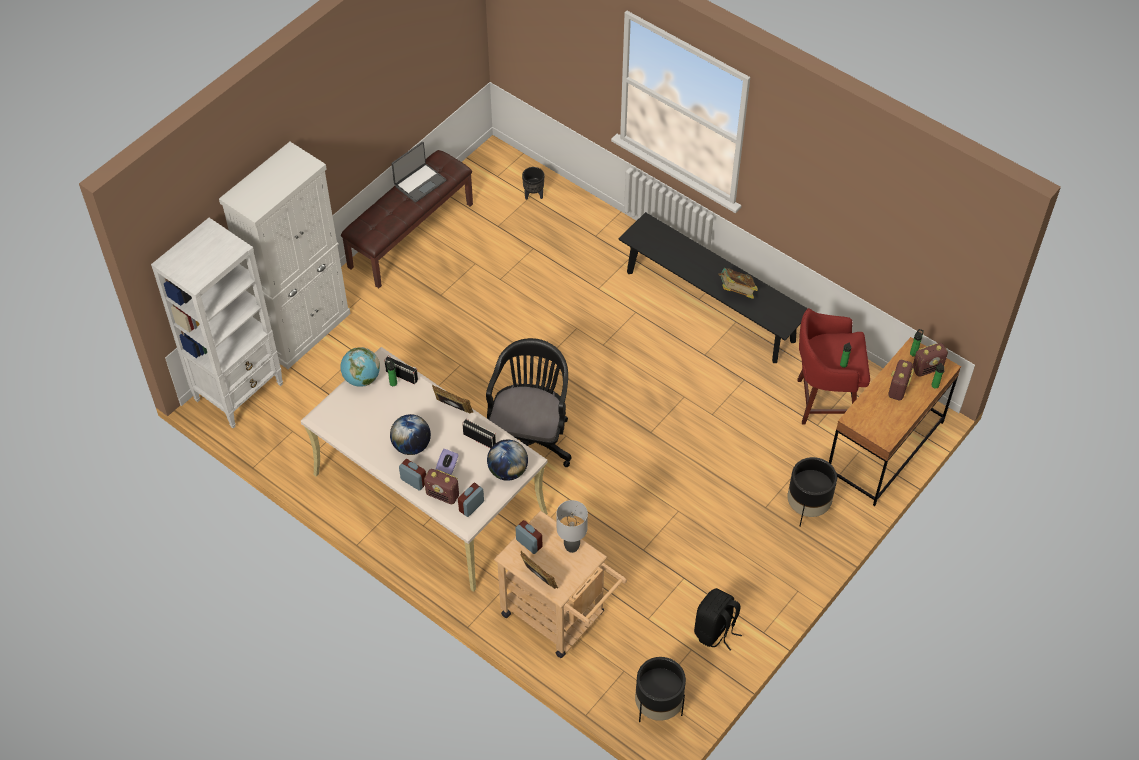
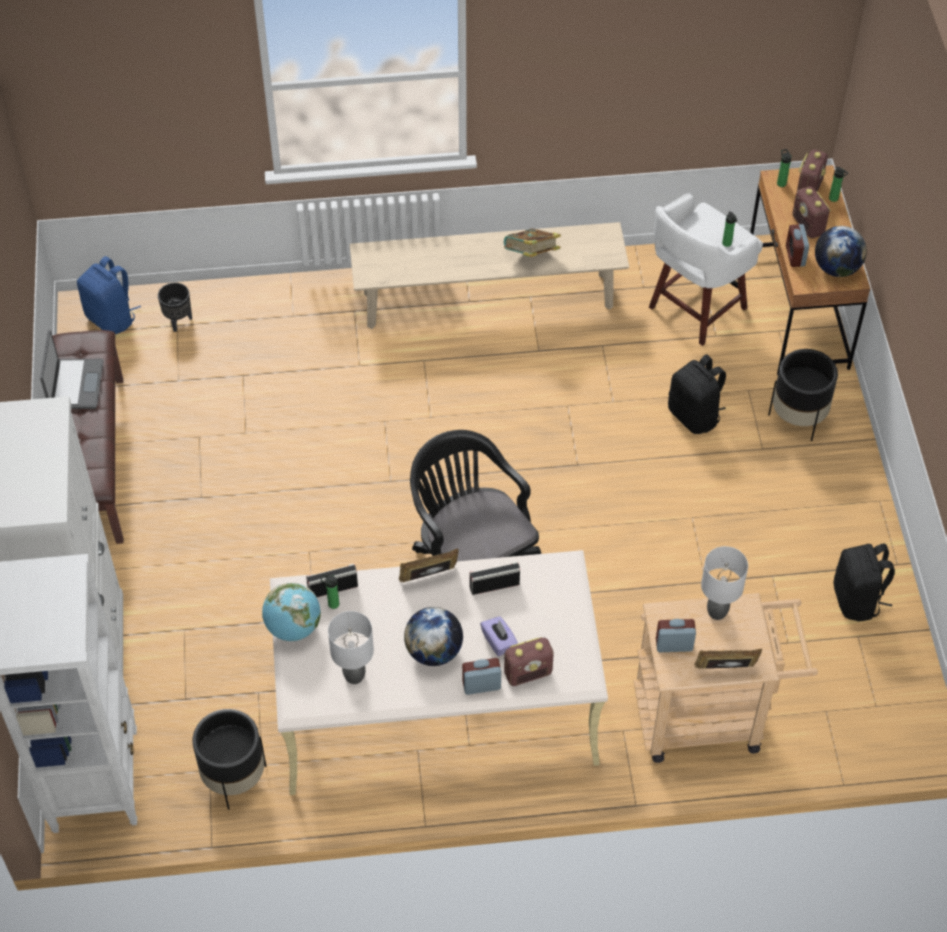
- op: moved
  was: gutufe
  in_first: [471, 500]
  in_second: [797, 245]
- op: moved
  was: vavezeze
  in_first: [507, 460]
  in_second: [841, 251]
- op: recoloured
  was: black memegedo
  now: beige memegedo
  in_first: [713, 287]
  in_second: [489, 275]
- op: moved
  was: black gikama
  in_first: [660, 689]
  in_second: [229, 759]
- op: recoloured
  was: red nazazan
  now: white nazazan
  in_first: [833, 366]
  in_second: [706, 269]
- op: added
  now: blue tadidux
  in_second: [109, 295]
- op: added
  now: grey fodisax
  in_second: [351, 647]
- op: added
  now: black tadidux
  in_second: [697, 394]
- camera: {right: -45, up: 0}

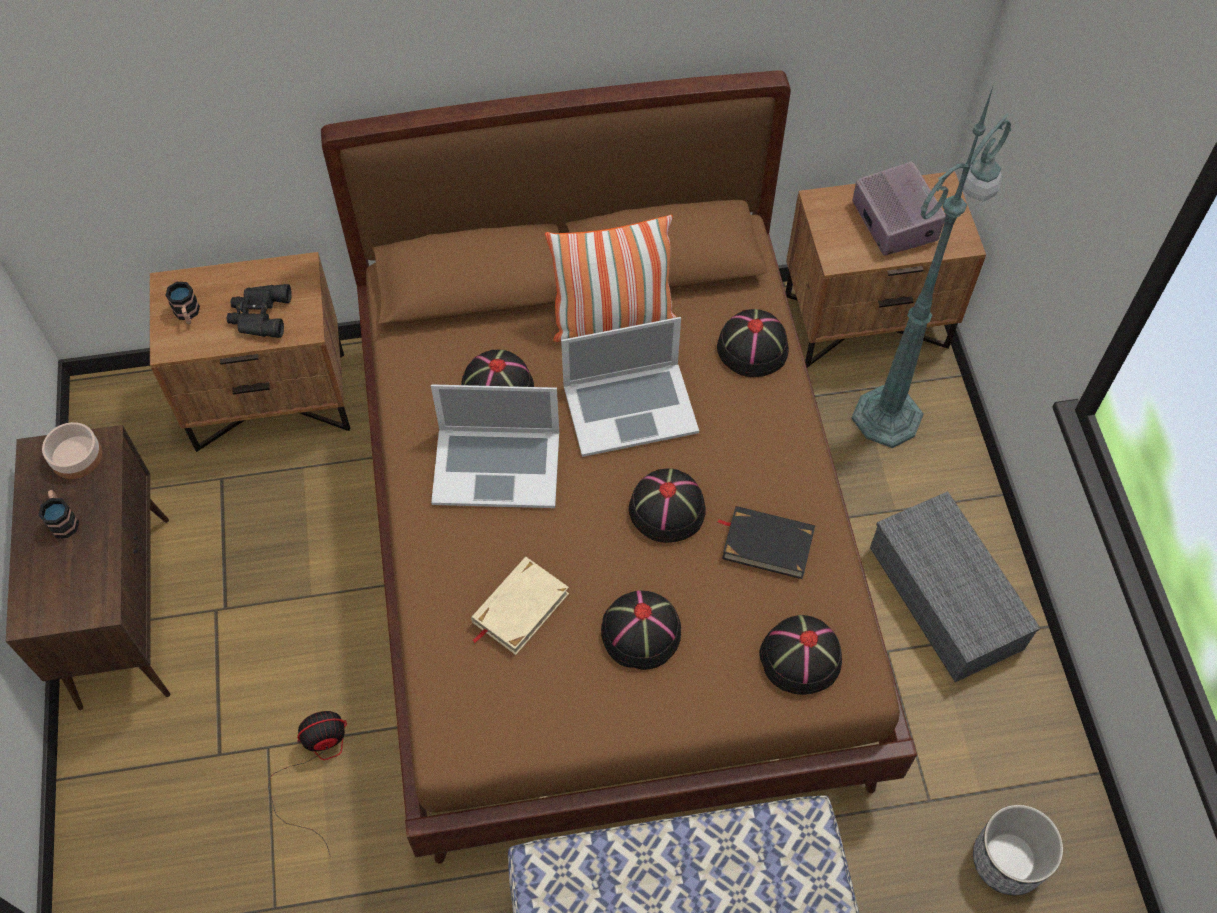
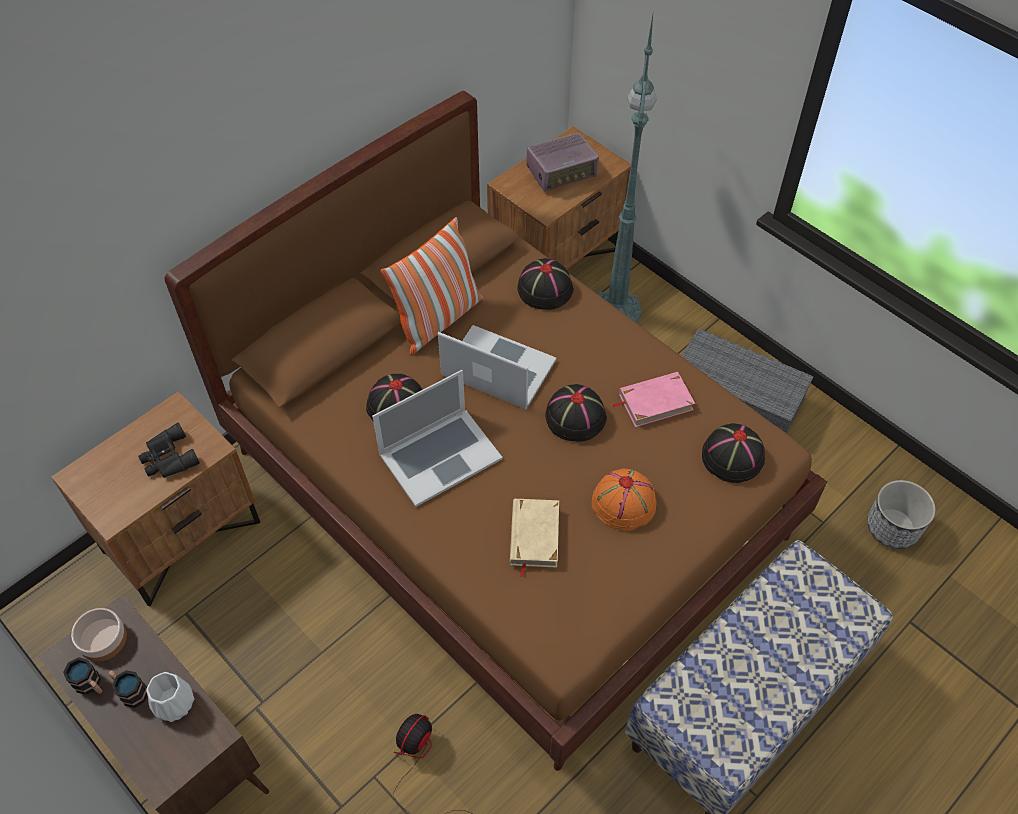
- op: moved
  was: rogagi
  in_first: [182, 303]
  in_second: [82, 676]
- op: turned
  was: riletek
  in_first: [630, 387]
  in_second: [497, 367]
  clockwise: -105
- op: recoloured
  was: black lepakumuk
  now: orange lepakumuk
  in_first: [641, 630]
  in_second: [624, 499]
- op: recoloured
  was: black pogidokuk
  now: pink pogidokuk
  in_first: [766, 542]
  in_second: [653, 399]
- op: turned
  was: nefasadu
  in_first: [899, 209]
  in_second: [562, 162]
  clockwise: 120
- op: added
  now: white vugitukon
  in_second: [170, 697]
- camera: {right: -35, up: -5}

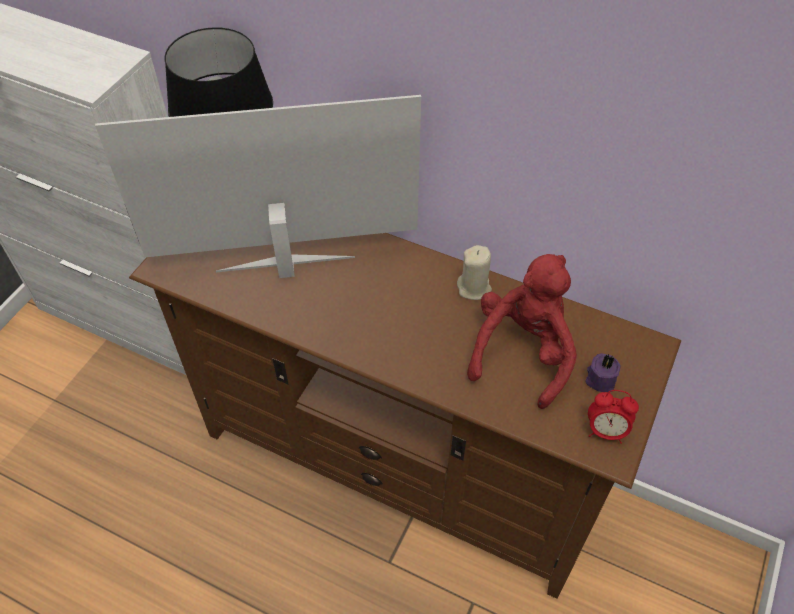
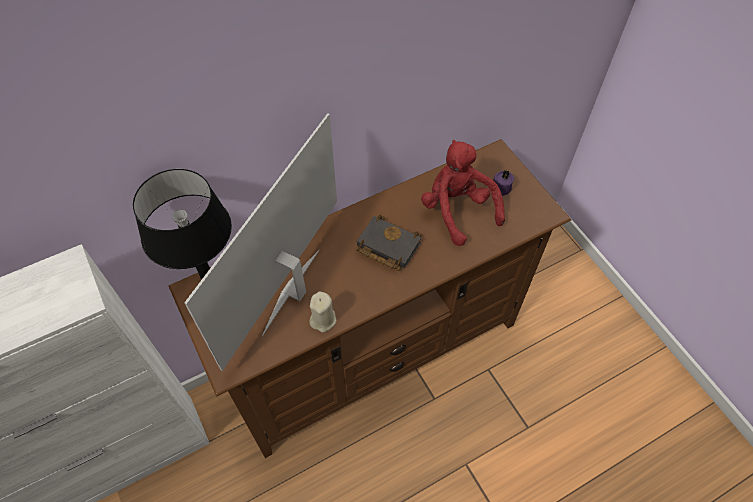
- op: moved
  was: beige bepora
  in_first: [474, 272]
  in_second: [322, 312]
- op: removed
  was: gutufe
  in_first: [613, 417]
- op: added
  now: black pogidokuk
  in_second: [389, 242]
- camera: {right: -55, up: 5}

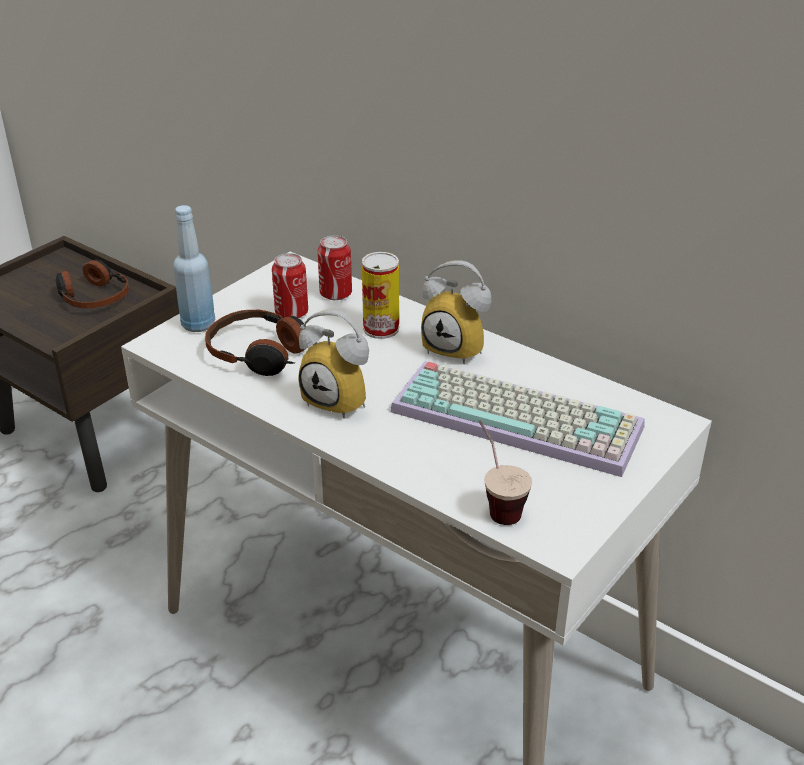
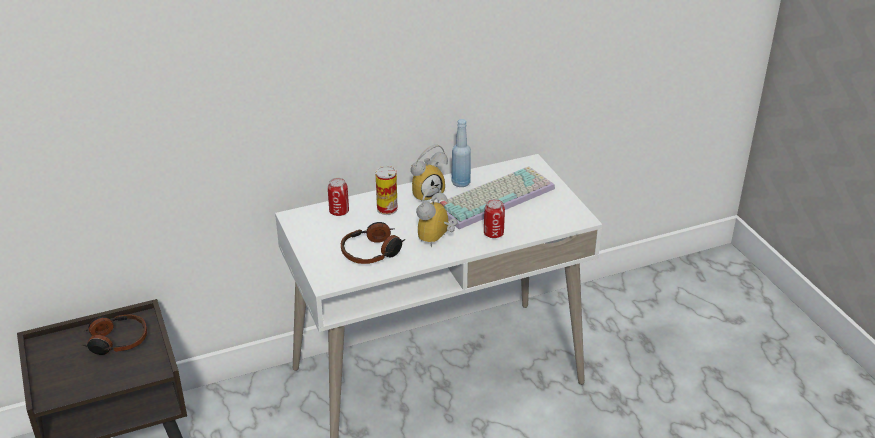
- op: moved
  was: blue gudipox
  in_first: [194, 268]
  in_second: [461, 153]
- op: moved
  was: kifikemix
  in_first: [290, 285]
  in_second: [494, 218]
- op: turned
  was: gutufe
  in_first: [333, 364]
  in_second: [437, 217]
  clockwise: 150
- op: removed
  was: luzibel
  in_first: [505, 472]
- camera: {right: -60, up: 0}

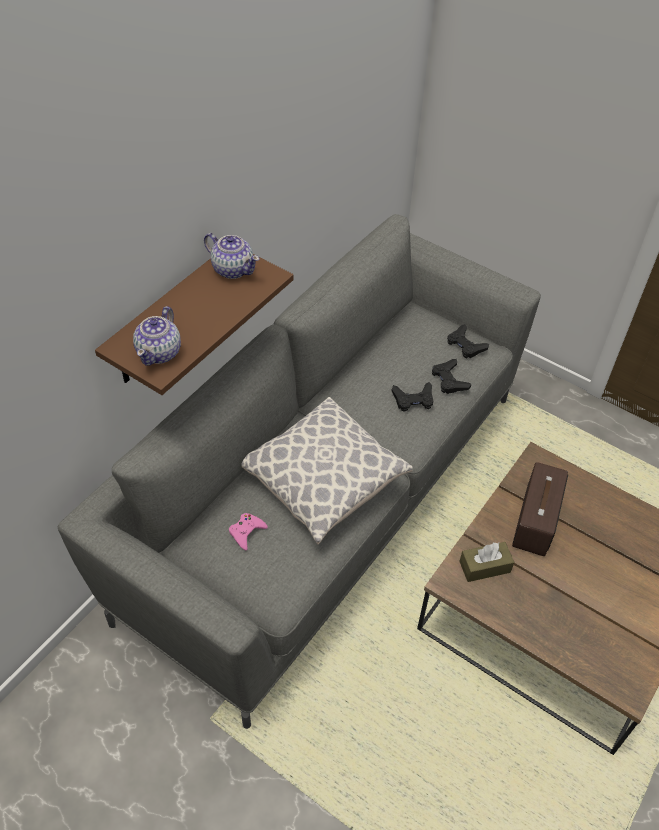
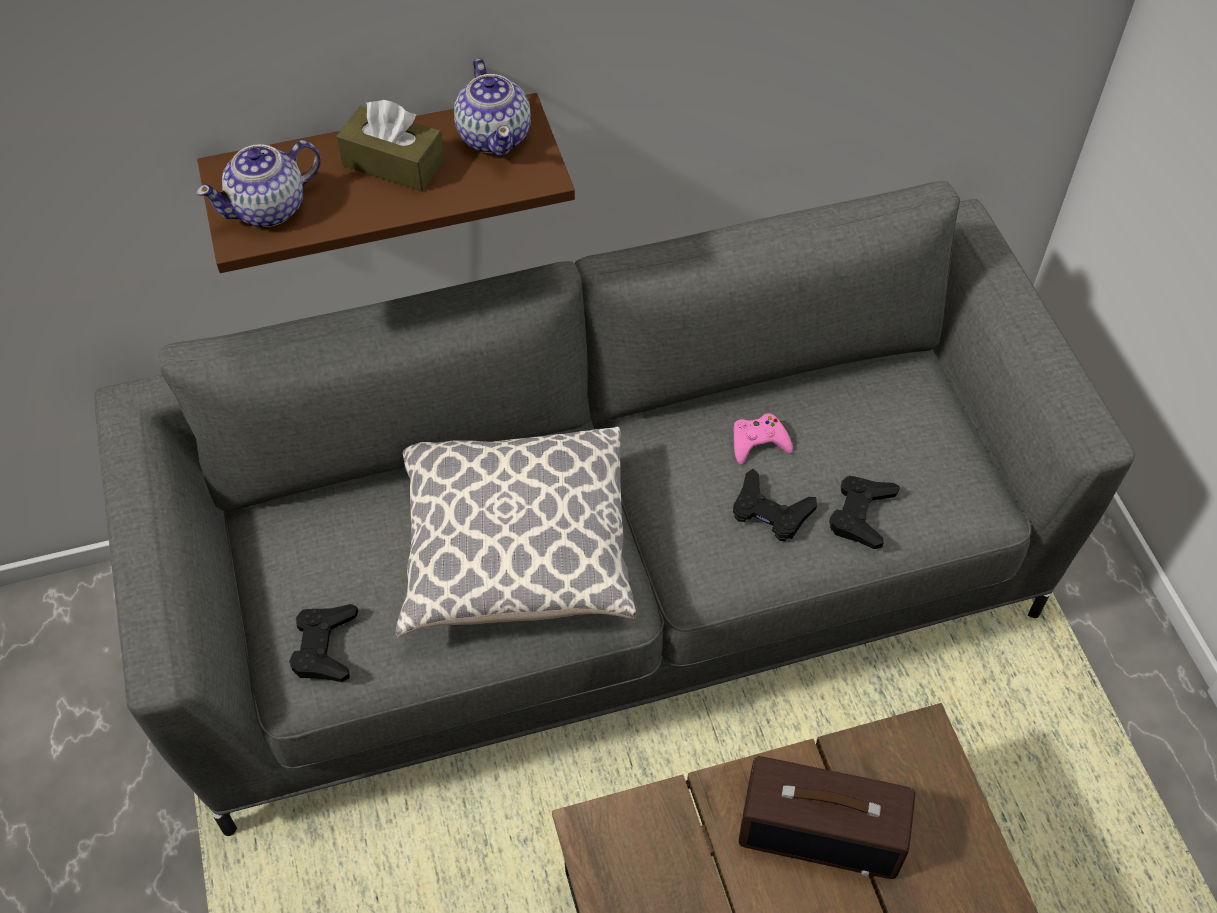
- op: moved
  was: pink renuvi
  in_first: [248, 531]
  in_second: [763, 439]
- op: moved
  was: black renuvi
  in_first: [468, 341]
  in_second: [323, 643]
- op: moved
  was: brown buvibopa
  in_first: [486, 562]
  in_second: [390, 145]
- op: turned
  was: nefasadu
  in_first: [540, 509]
  in_second: [827, 817]
  clockwise: 45
- camera: {right: 40, up: 5}

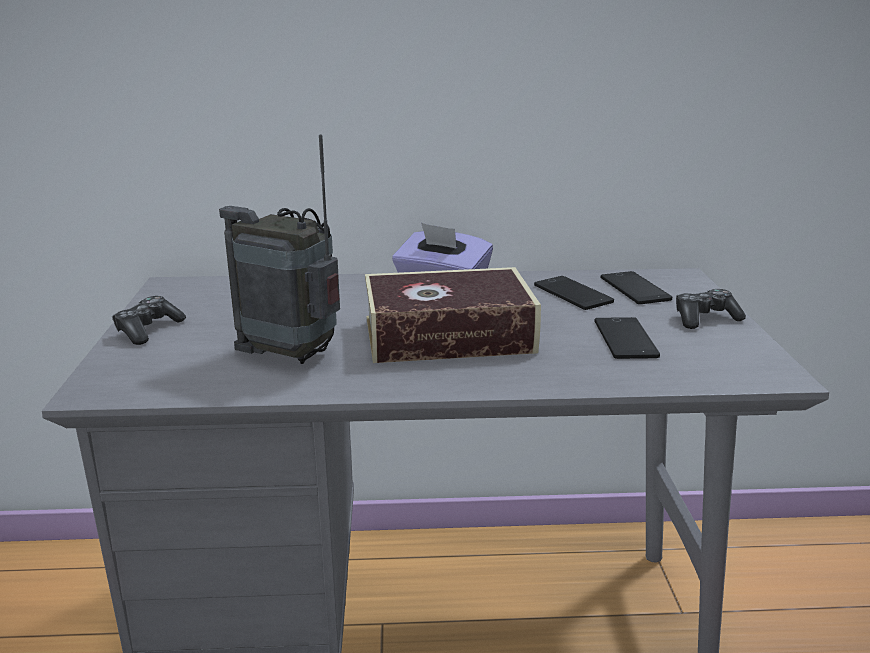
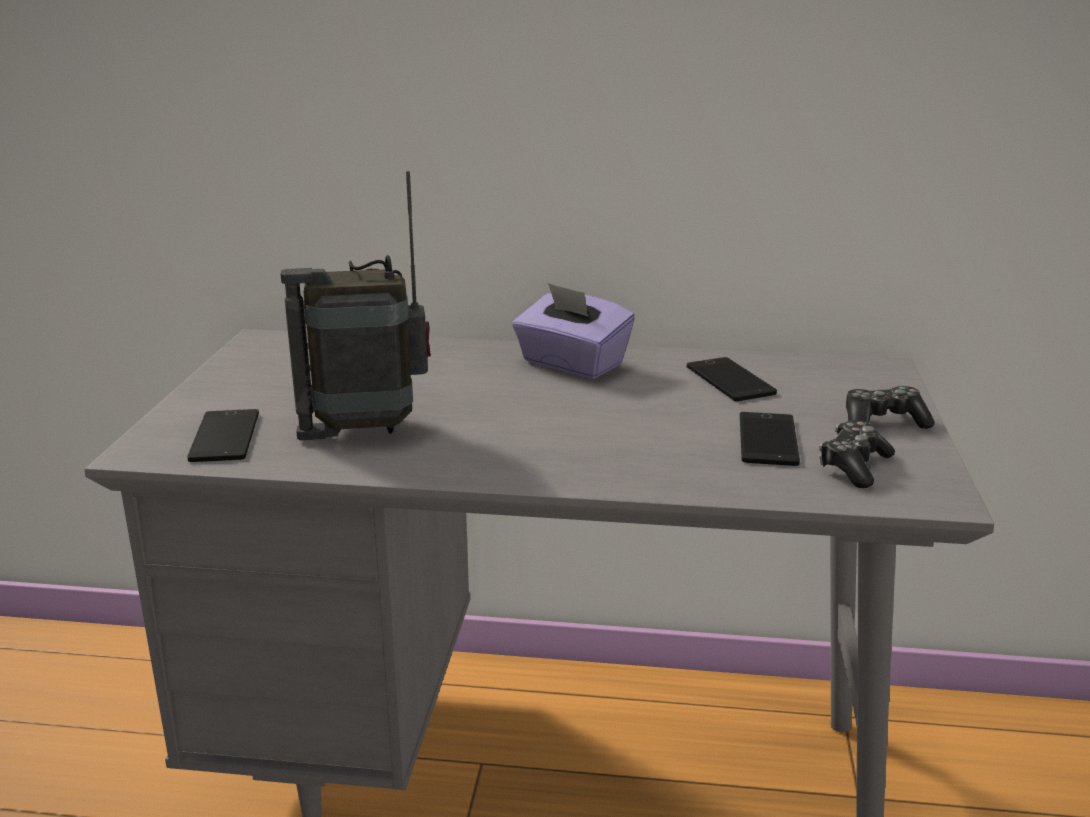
- op: moved
  was: renuvi
  in_first: [149, 320]
  in_second: [857, 454]
- op: turned
  was: nefasadu
  in_first: [279, 249]
  in_second: [356, 305]
  clockwise: -45
- op: removed
  was: pogidokuk
  in_first: [453, 315]
- op: moved
  was: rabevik
  in_first: [636, 287]
  in_second: [223, 435]
- camera: {right: 10, up: 0}

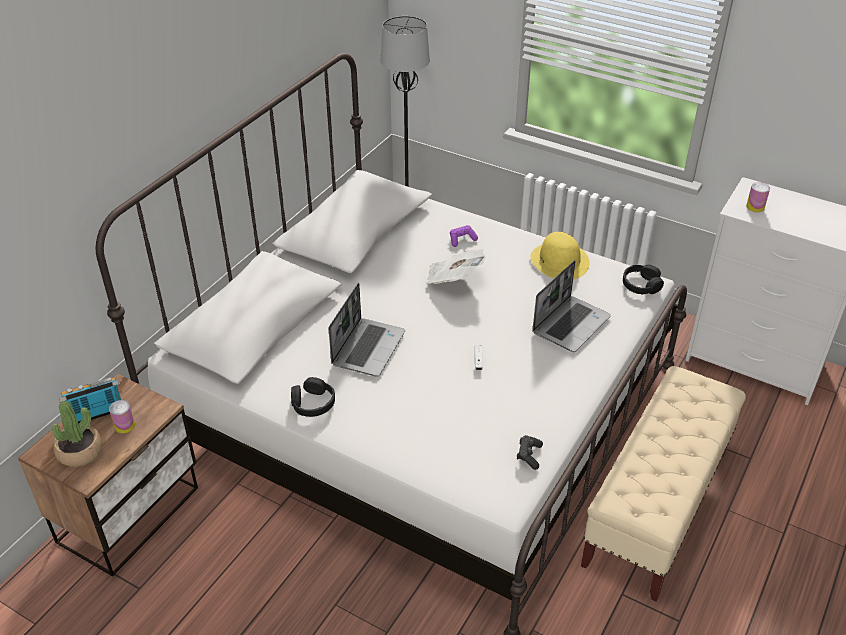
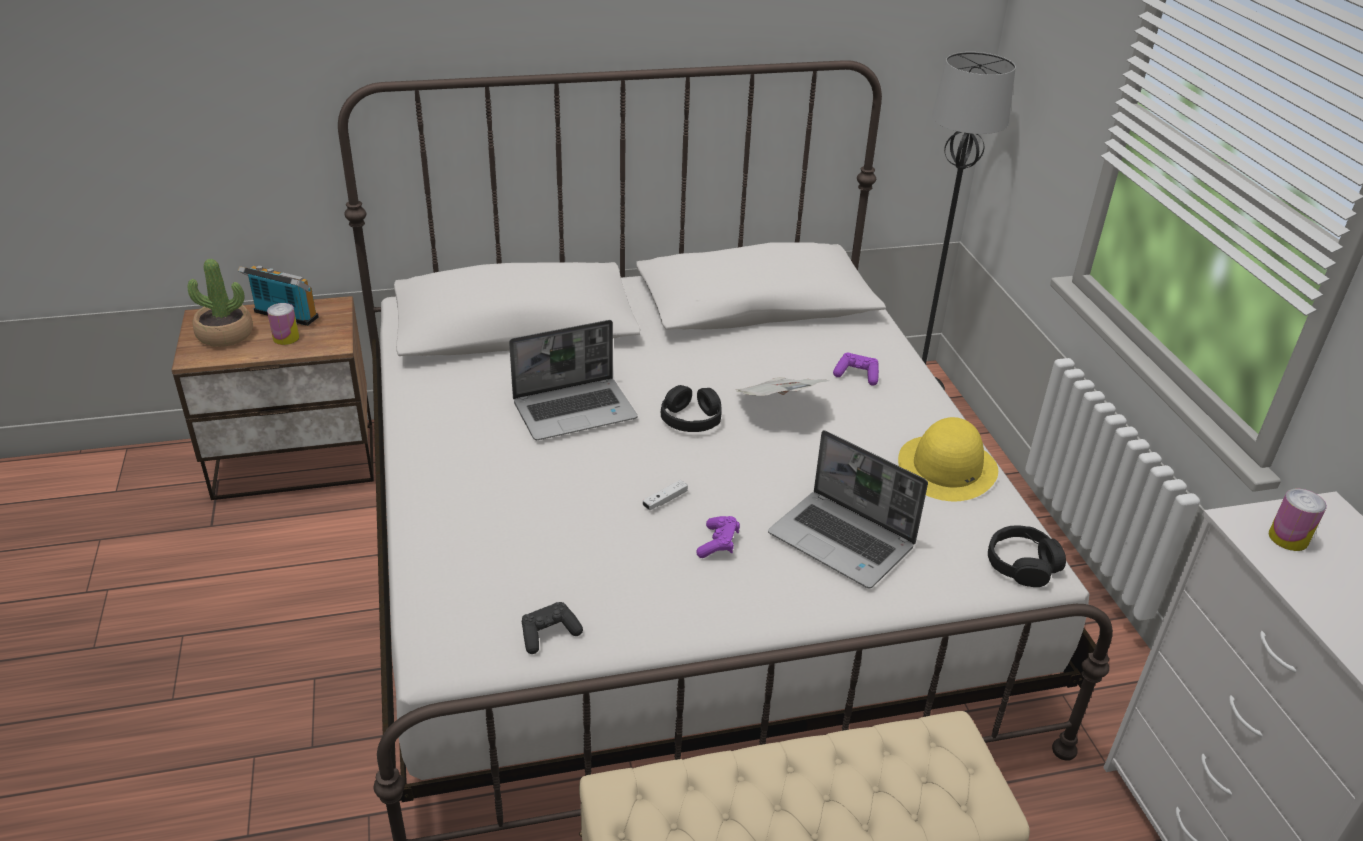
- op: moved
  was: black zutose
  in_first: [313, 397]
  in_second: [691, 408]
- op: turned
  was: riletek
  in_first: [571, 306]
  in_second: [848, 509]
  clockwise: 45
- op: added
  now: purple renuvi
  in_second: [718, 537]
- camera: {right: 45, up: -5}

